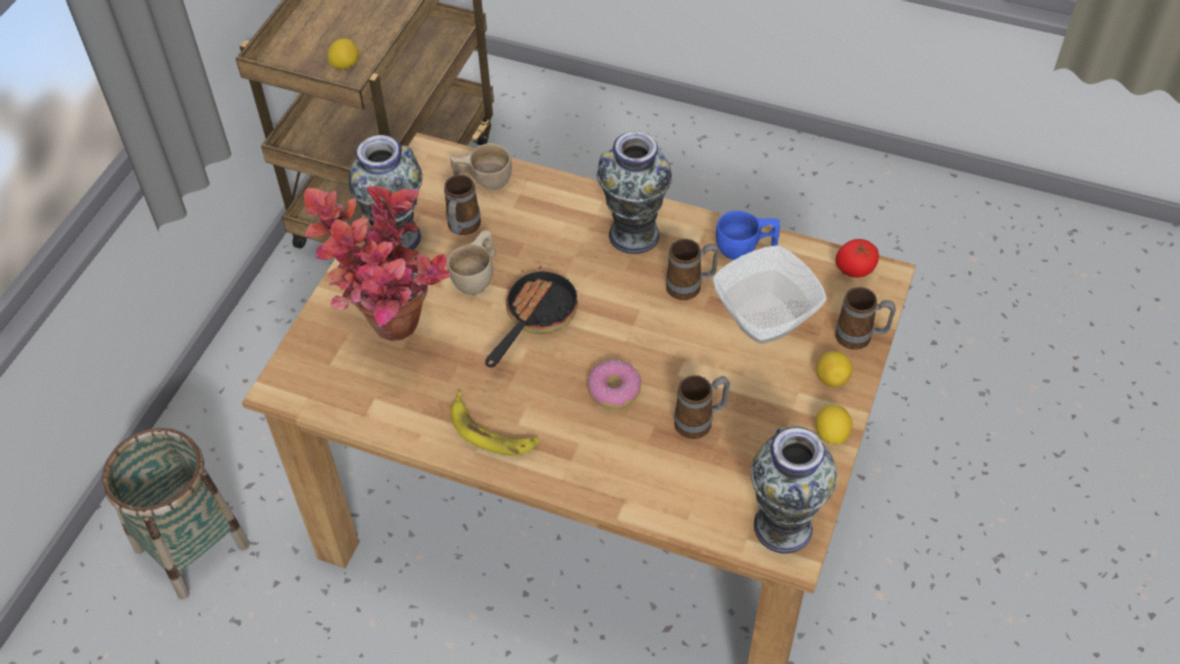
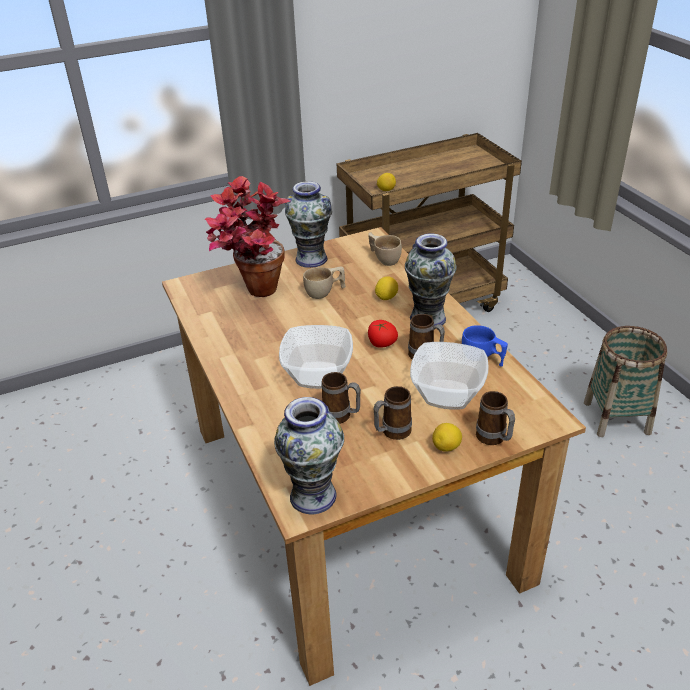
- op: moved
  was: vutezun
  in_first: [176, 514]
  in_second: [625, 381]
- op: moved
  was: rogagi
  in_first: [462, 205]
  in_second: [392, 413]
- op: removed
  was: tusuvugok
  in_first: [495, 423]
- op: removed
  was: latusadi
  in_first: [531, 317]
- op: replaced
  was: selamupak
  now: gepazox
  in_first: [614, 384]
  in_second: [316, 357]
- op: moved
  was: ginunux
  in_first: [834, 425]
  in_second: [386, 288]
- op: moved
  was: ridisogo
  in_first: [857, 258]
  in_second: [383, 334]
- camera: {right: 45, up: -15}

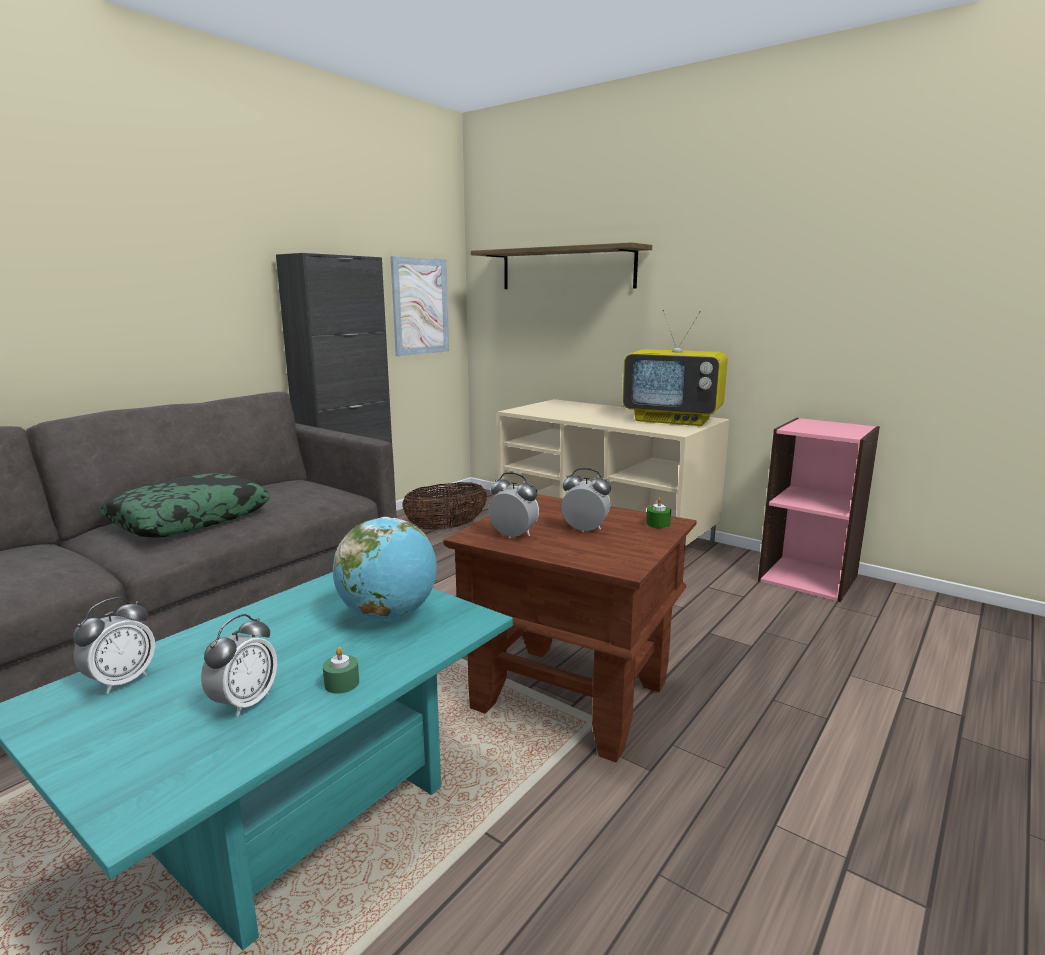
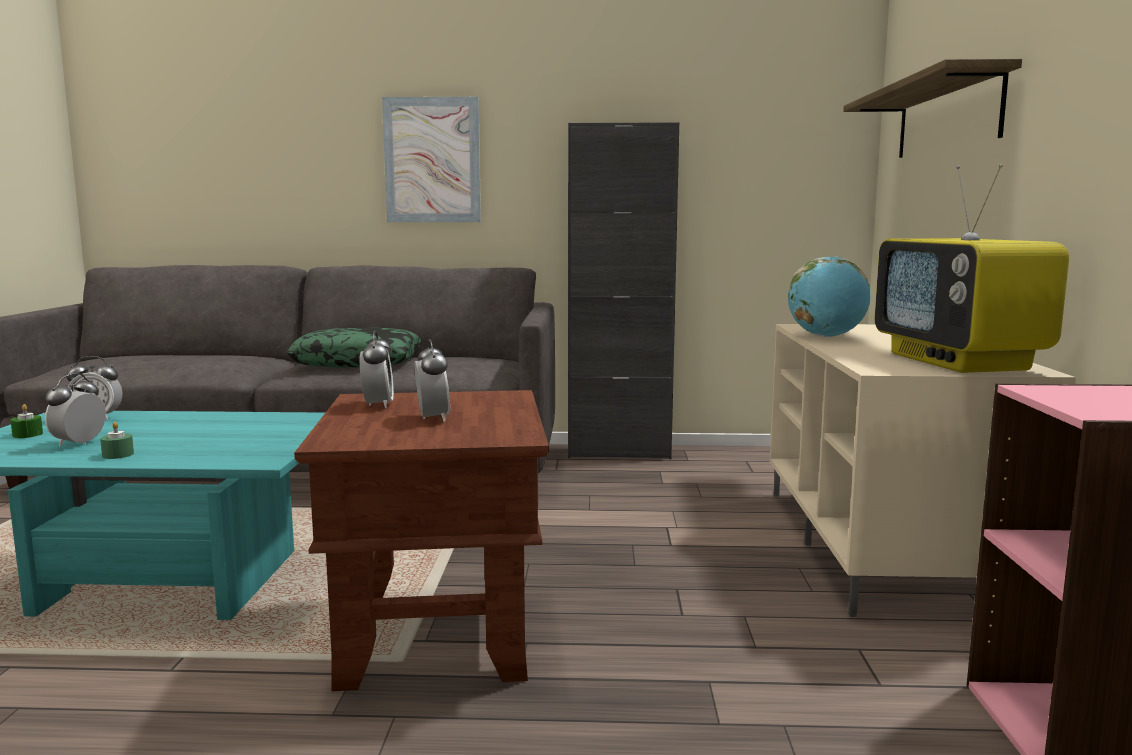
- op: turned
  was: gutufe
  in_first: [239, 665]
  in_second: [75, 410]
  clockwise: 120
- op: moved
  was: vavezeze
  in_first: [385, 569]
  in_second: [829, 296]
- op: moved
  was: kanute
  in_first: [419, 306]
  in_second: [431, 159]
- op: removed
  was: vutezun
  in_first: [444, 506]
- op: moved
  was: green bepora
  in_first: [658, 512]
  in_second: [27, 421]
- camera: {right: 55, up: -5}

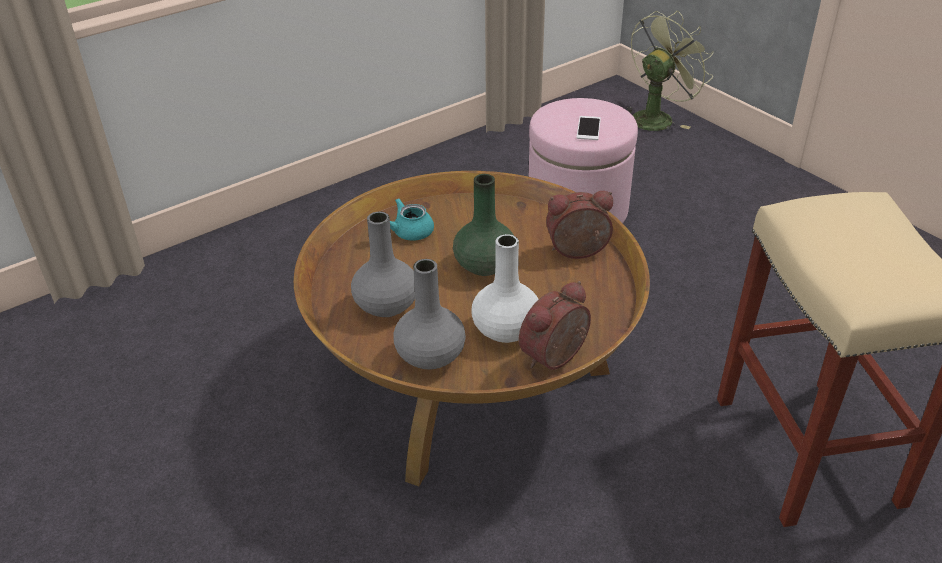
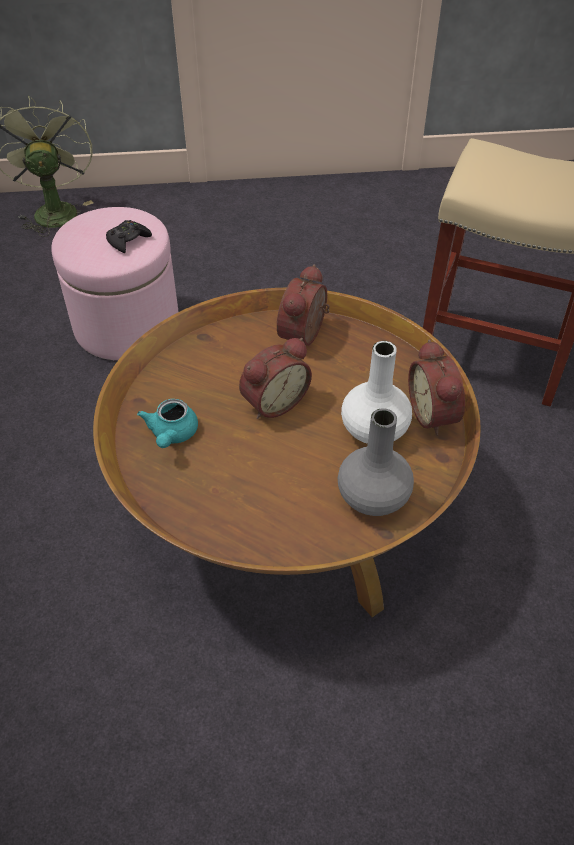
- op: removed
  was: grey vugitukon
  in_first: [383, 264]
- op: replaced
  was: green vugitukon
  now: gutufe
  in_first: [483, 225]
  in_second: [275, 378]
- op: replaced
  was: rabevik
  now: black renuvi
  in_first: [588, 128]
  in_second: [129, 236]
- camera: {right: -60, up: 10}

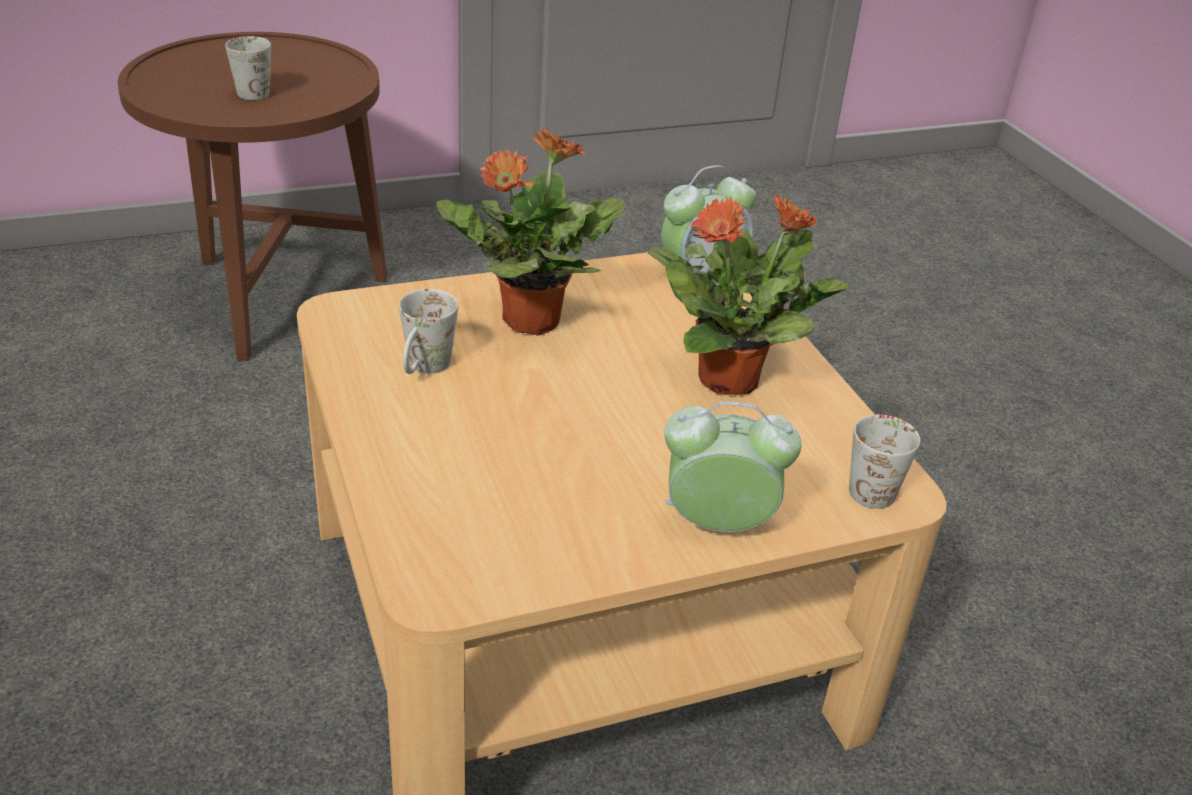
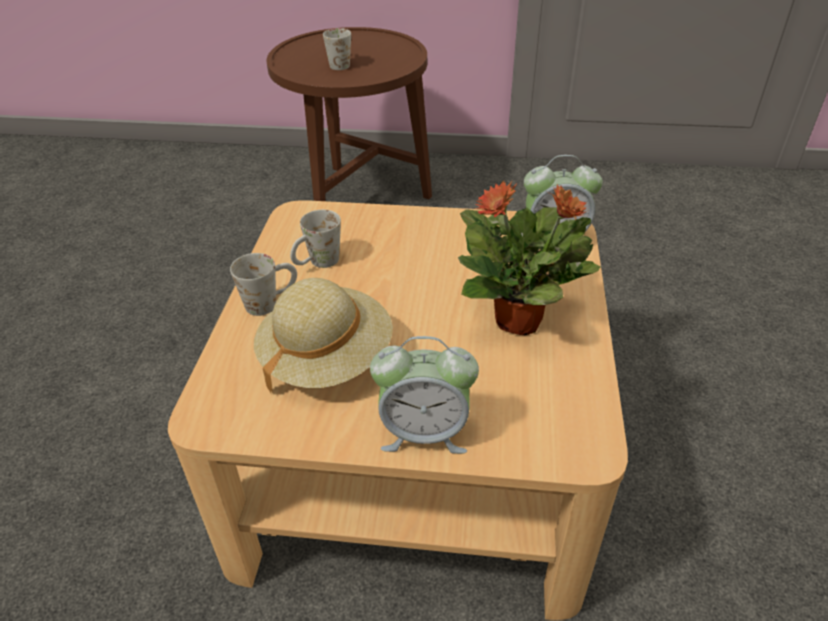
- op: removed
  was: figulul
  in_first: [531, 231]
- op: turned
  was: gutufe
  in_first: [733, 467]
  in_second: [424, 395]
  clockwise: 150
- op: moved
  was: white rogagi
  in_first: [884, 462]
  in_second: [263, 284]
- op: added
  now: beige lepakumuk
  in_second: [323, 335]
- camera: {right: 30, up: 5}

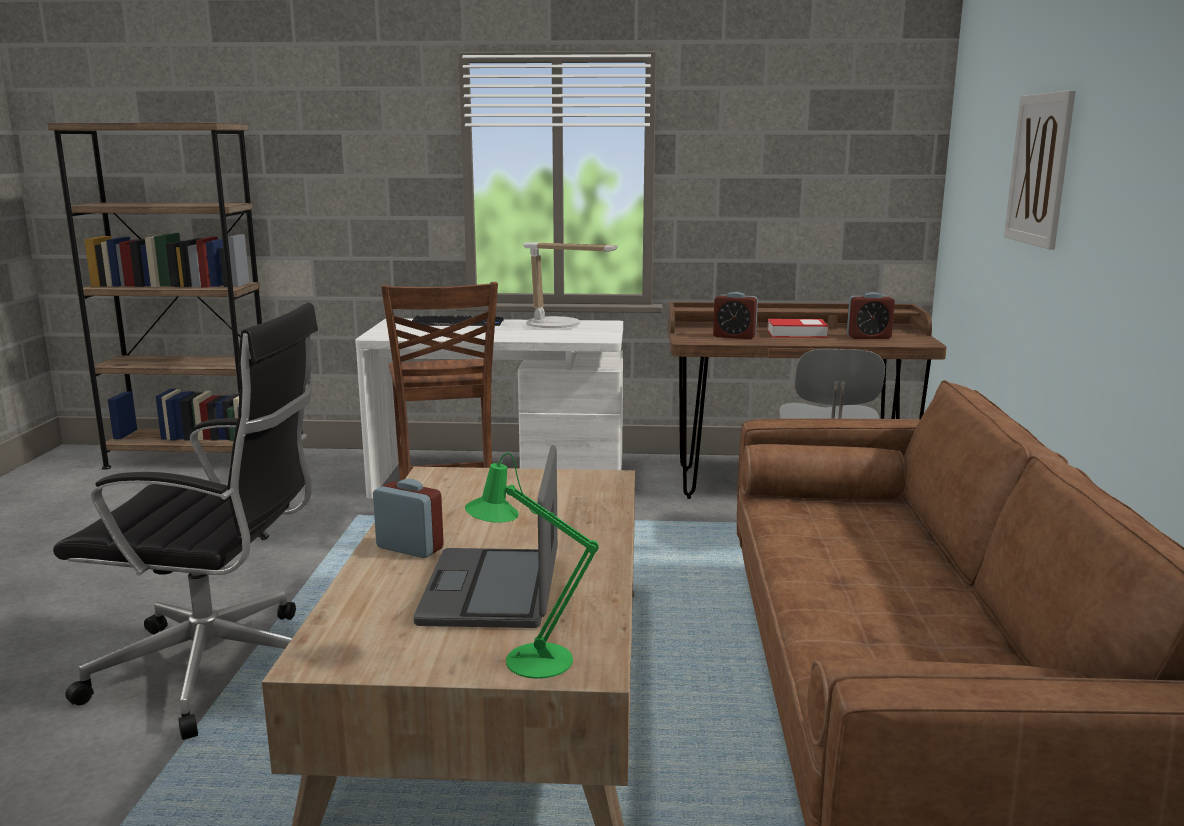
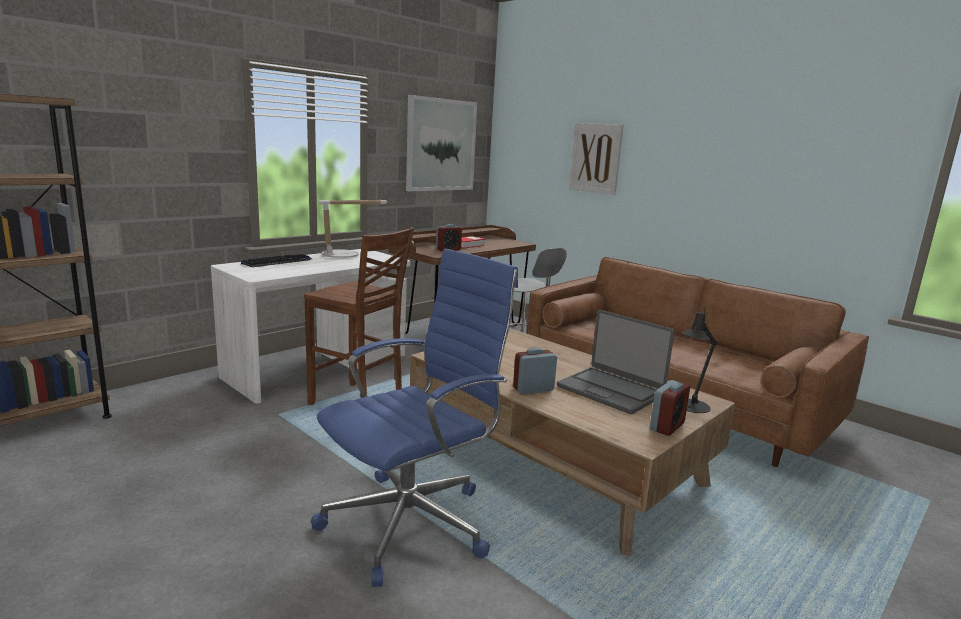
- op: recoloured
  was: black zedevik
  now: blue zedevik
  in_first: [185, 521]
  in_second: [414, 417]
- op: recoloured
  was: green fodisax
  now: black fodisax
  in_first: [532, 566]
  in_second: [699, 359]
- op: moved
  was: gutufe
  in_first: [871, 315]
  in_second: [670, 408]
- op: added
  now: kanute
  in_second: [441, 143]
- camera: {right: -50, up: 0}

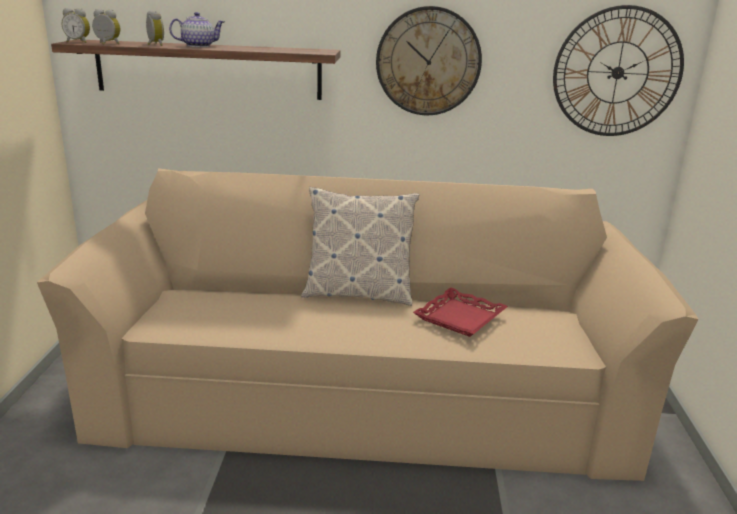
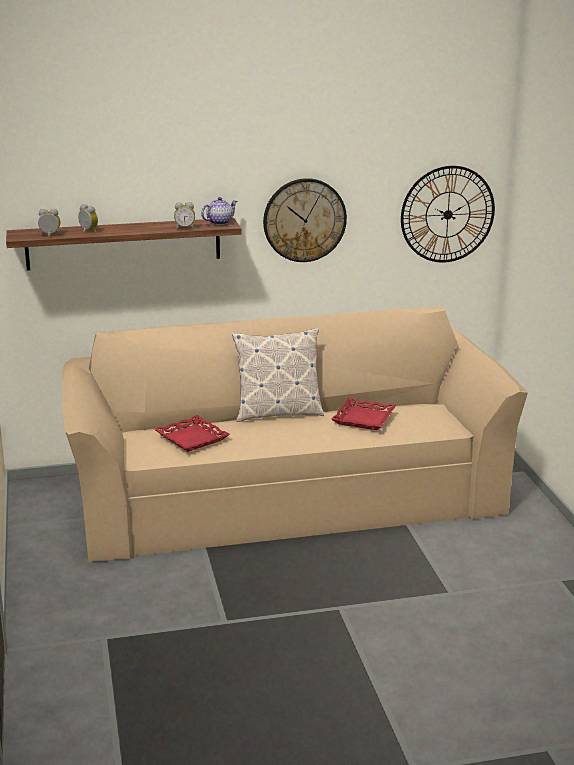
- op: moved
  was: gutufe
  in_first: [76, 25]
  in_second: [184, 215]
- op: moved
  was: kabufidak
  in_first: [196, 29]
  in_second: [219, 211]
- op: added
  now: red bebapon
  in_second: [192, 433]
- camera: {right: -15, up: 0}

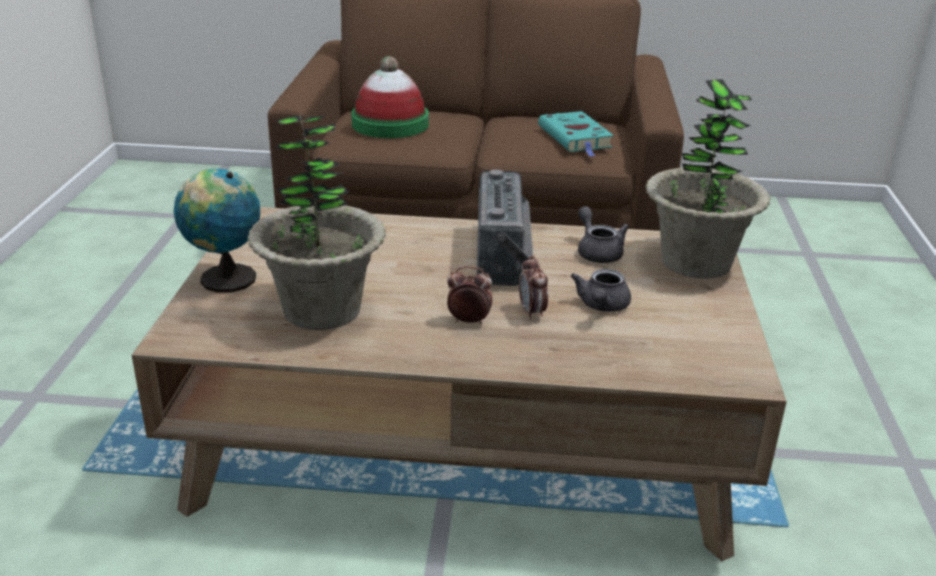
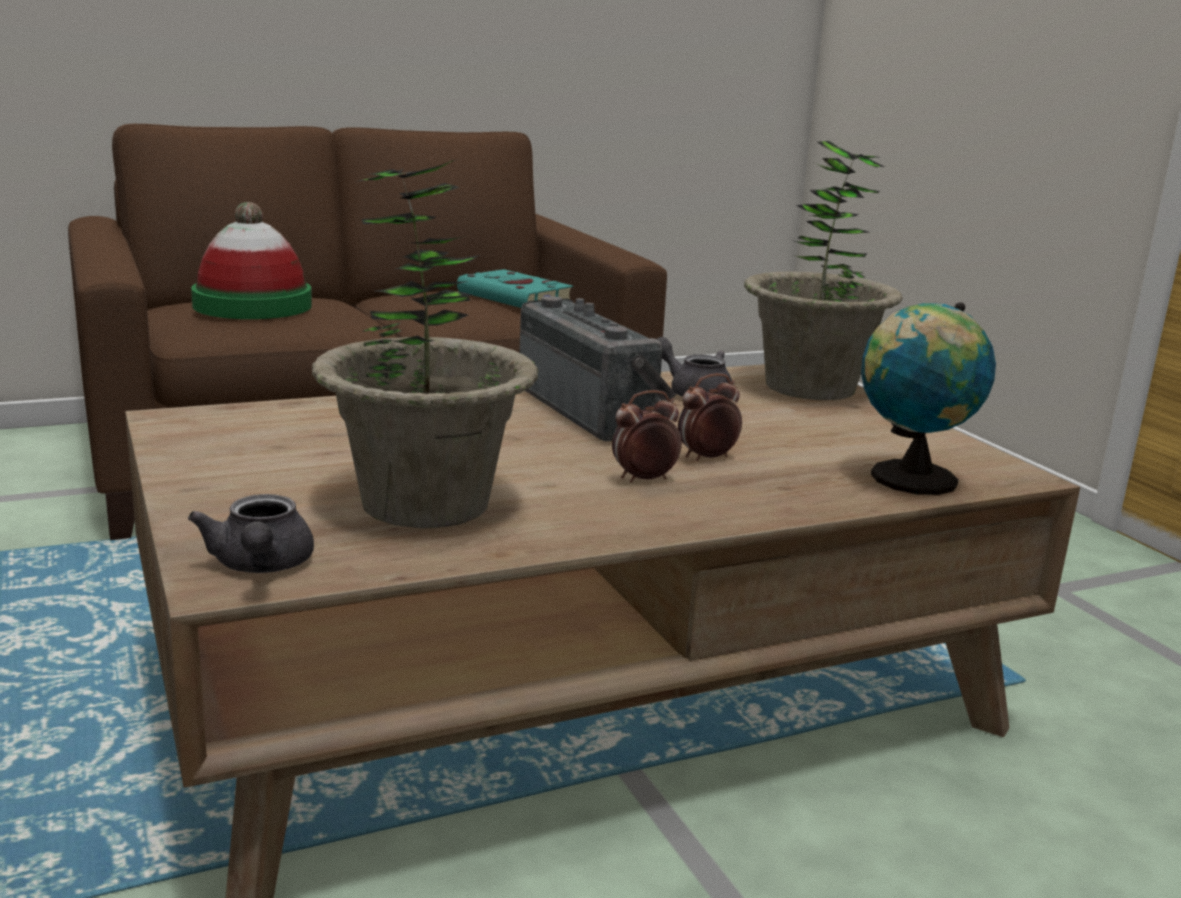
- op: moved
  was: vavezeze
  in_first: [217, 231]
  in_second: [928, 398]
- op: turned
  was: gutufe
  in_first: [533, 287]
  in_second: [710, 417]
  clockwise: 105
- op: moved
  was: grey kabufidak
  in_first: [601, 290]
  in_second: [251, 533]
- camera: {right: -30, up: -10}

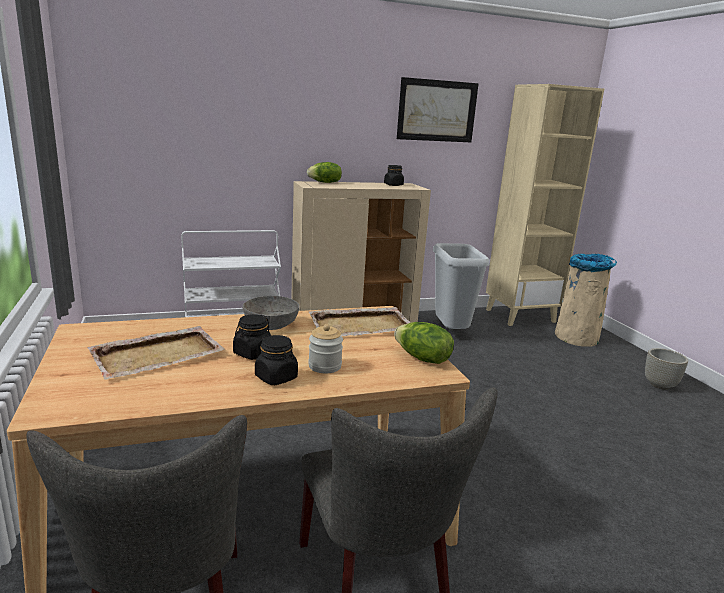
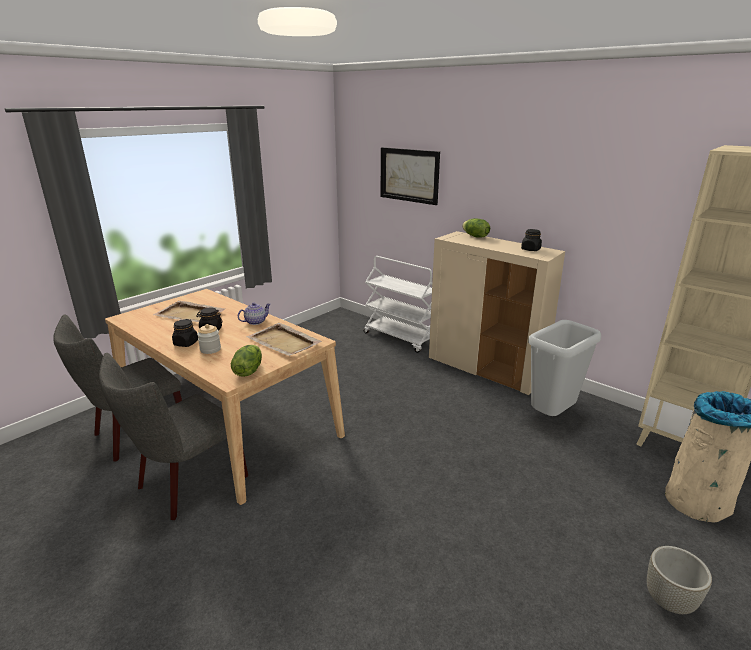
- op: replaced
  was: grey gepazox
  now: kabufidak
  in_first: [271, 313]
  in_second: [254, 313]
- op: moved
  was: kanute
  in_first: [438, 109]
  in_second: [410, 176]
- camera: {right: 60, up: 5}

